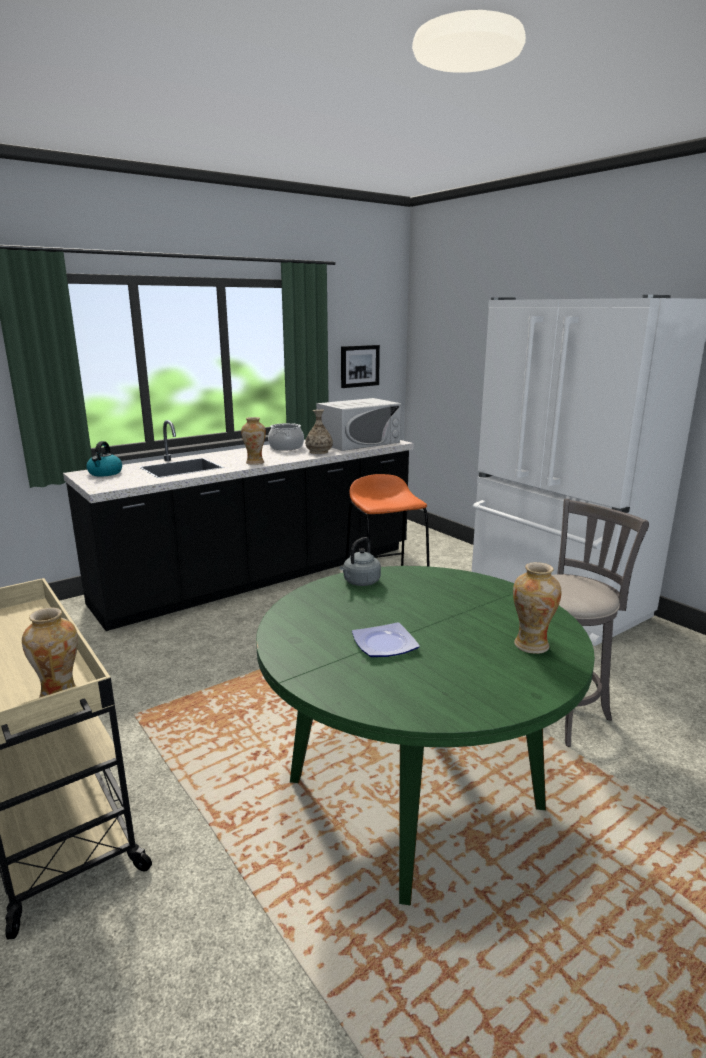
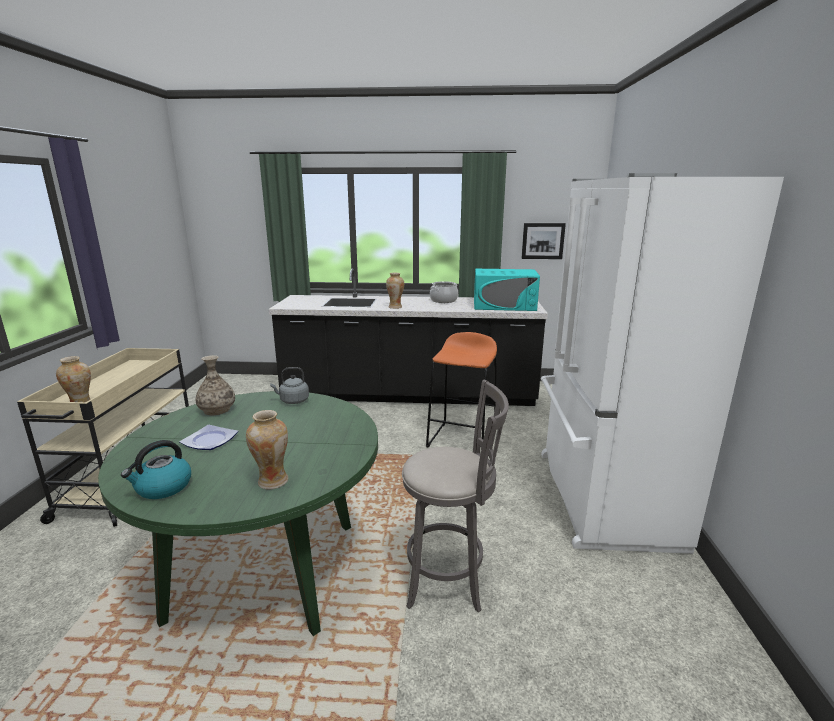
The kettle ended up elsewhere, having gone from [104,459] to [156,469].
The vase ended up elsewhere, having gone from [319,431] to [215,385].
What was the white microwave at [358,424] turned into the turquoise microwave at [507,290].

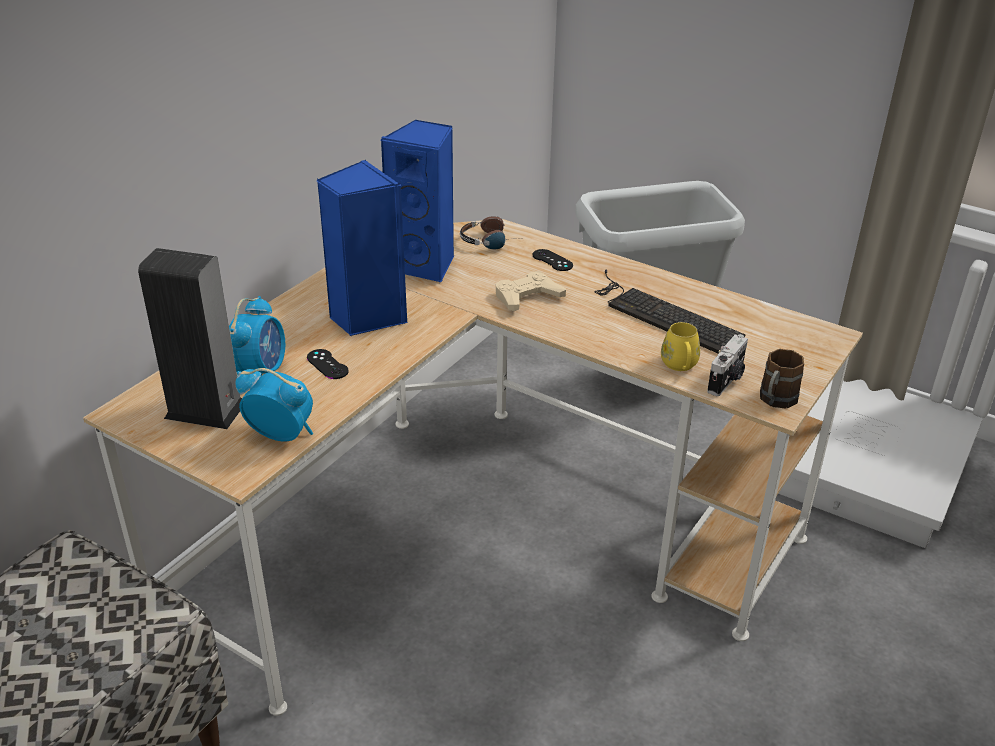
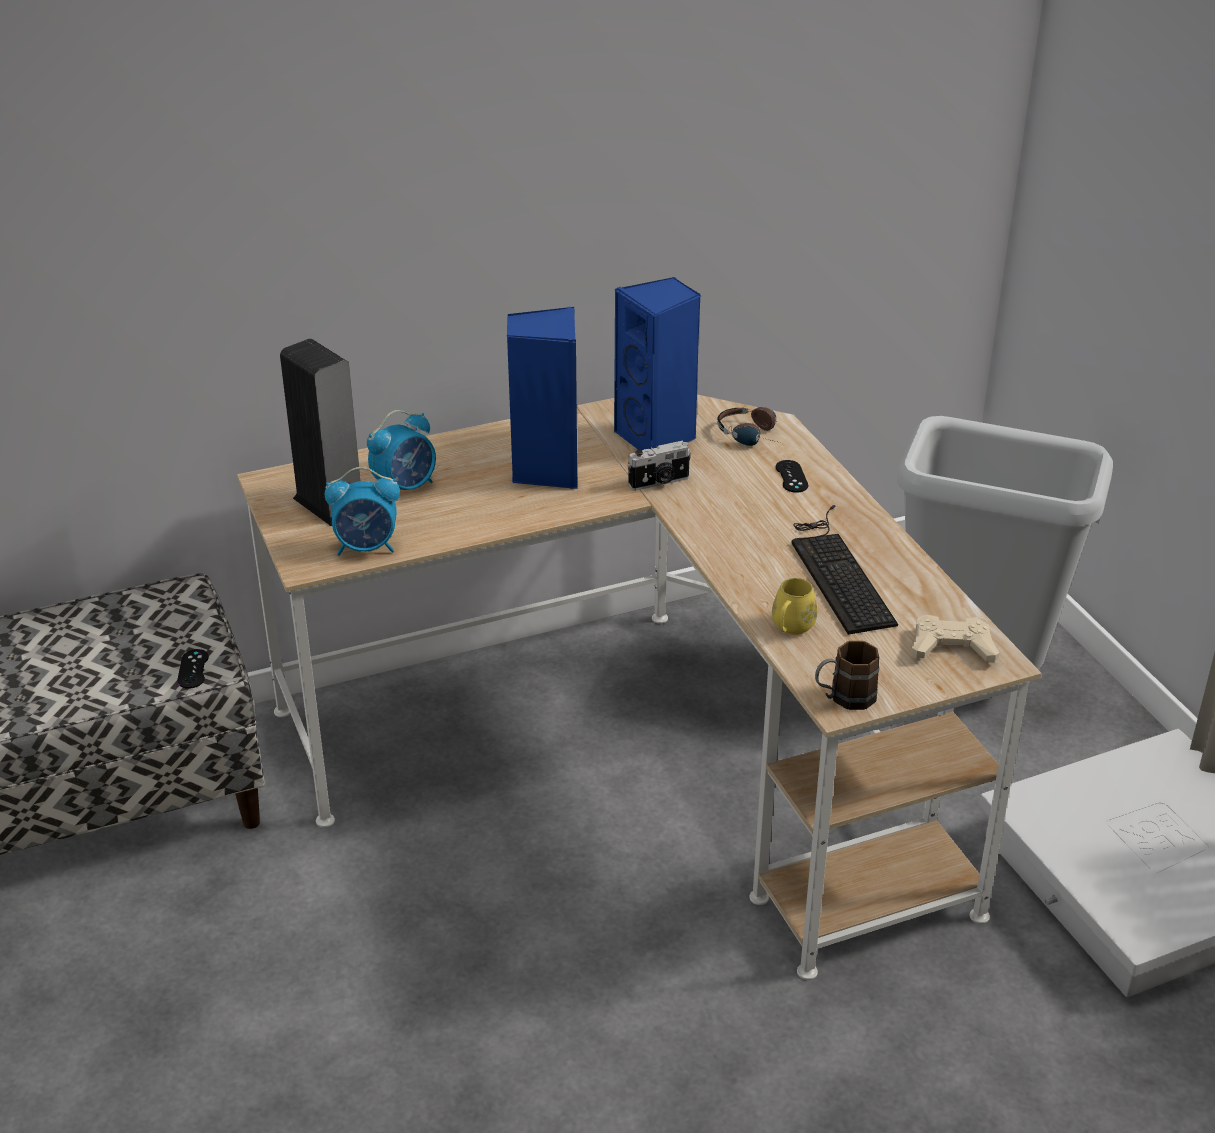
The black game controller ended up elsewhere, having gone from [328,364] to [193,669].
The beige game controller ended up elsewhere, having gone from [531,291] to [955,639].
The photo camera ended up elsewhere, having gone from [727,365] to [659,466].
The alarm clock at [274,405] ended up facing another way, 120 degrees clockwise from before.

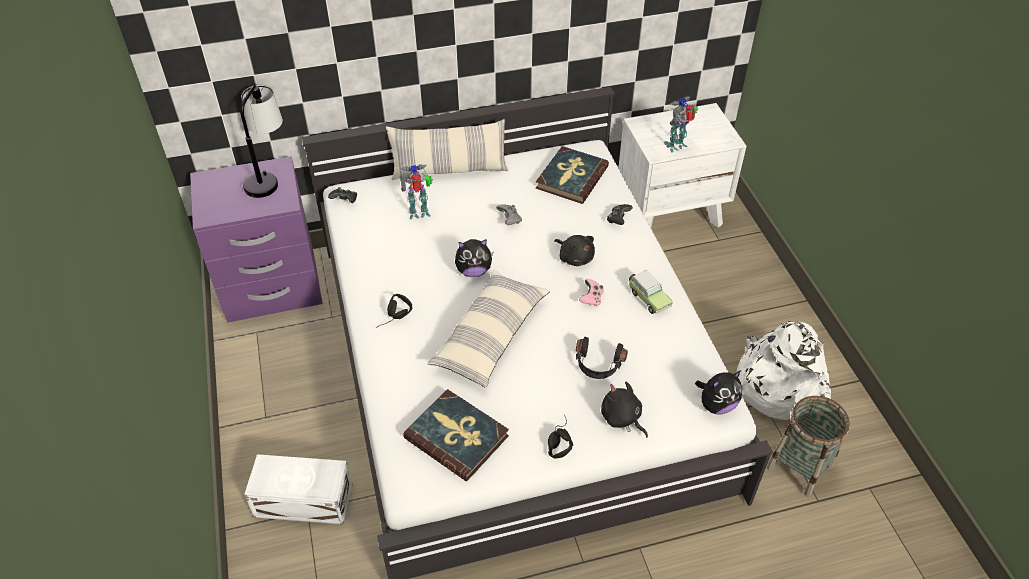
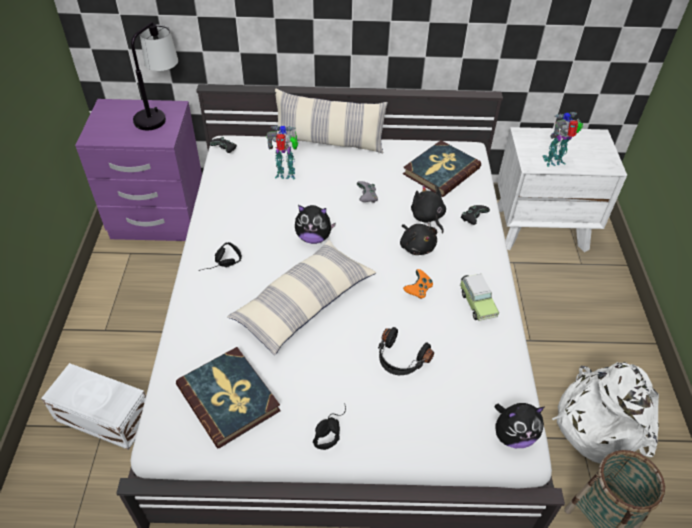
The black plush toy ended up elsewhere, having gone from [624,410] to [428,209].
What was the pink game controller at [591,292] turned into the orange game controller at [418,284].

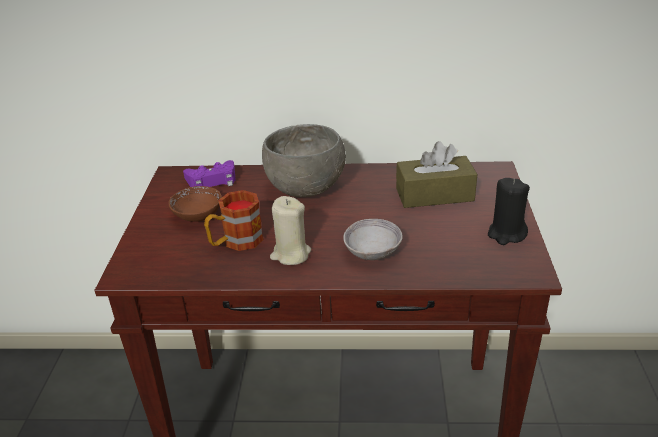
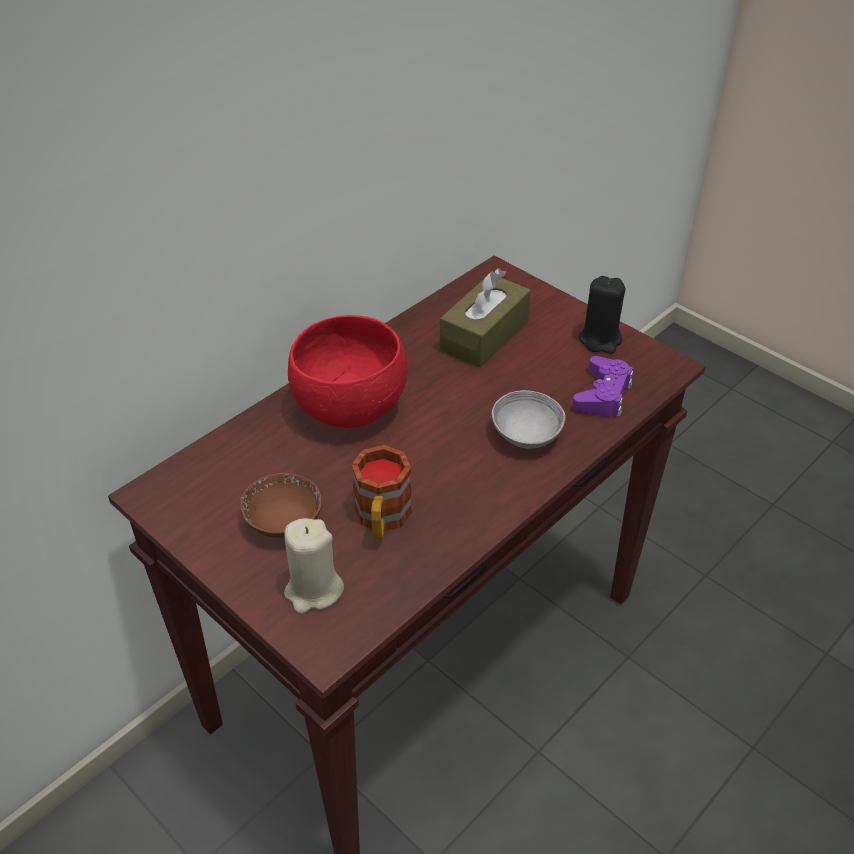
The purple game controller ended up elsewhere, having gone from [209,173] to [602,386].
The beige candle ended up elsewhere, having gone from [290,230] to [314,566].
What was the grey bowl at [304,160] turned into the red bowl at [348,371].

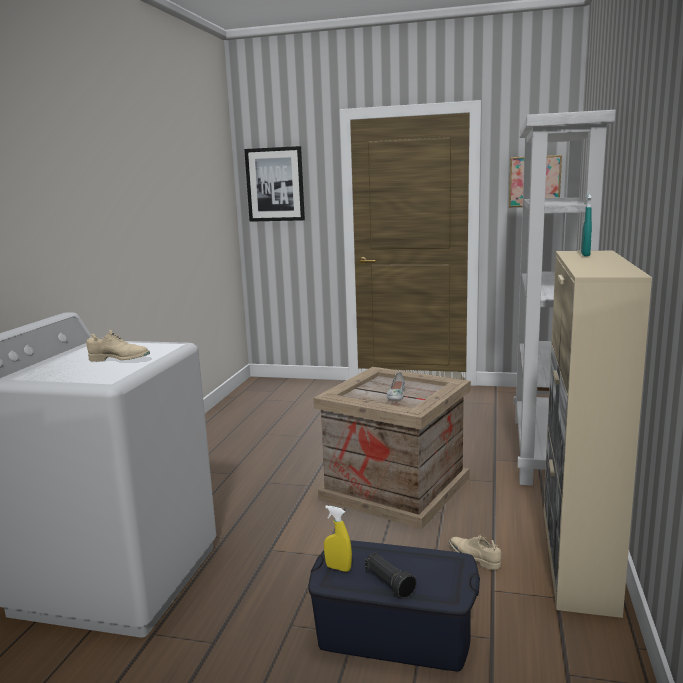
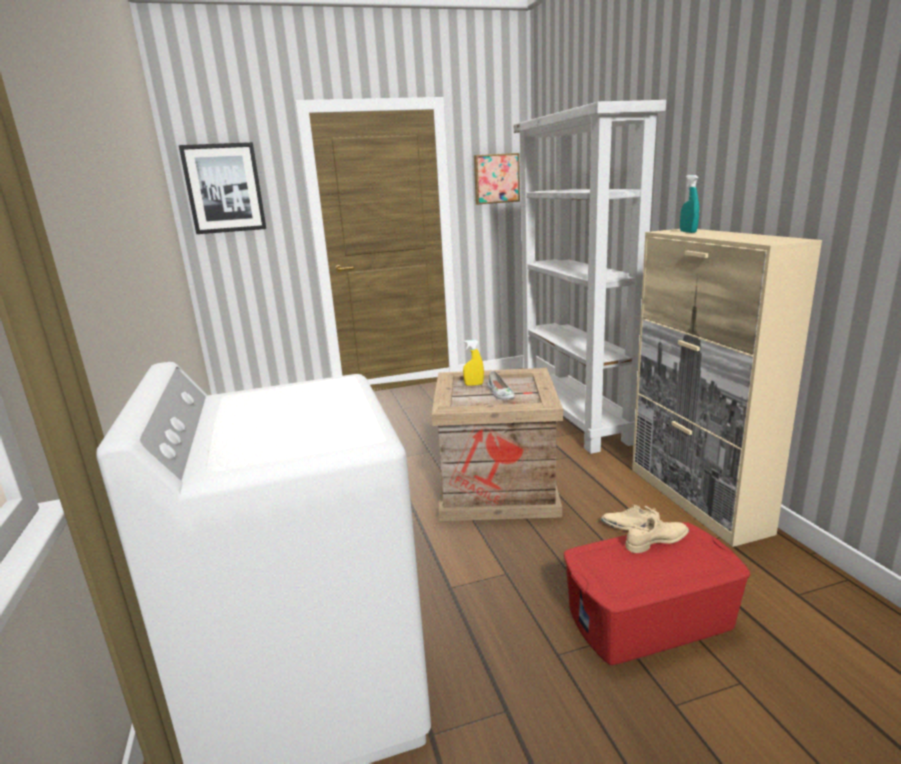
The second view lost the black flashlight at [391,575].
The beige shoe ended up elsewhere, having gone from [118,345] to [657,534].
The yellow spray bottle ended up elsewhere, having gone from [338,538] to [473,363].
What was the blue storage box at [394,605] turned into the red storage box at [657,593].

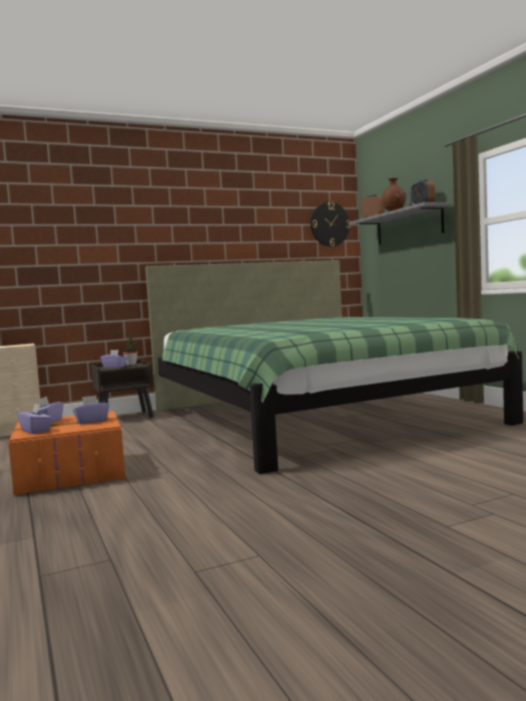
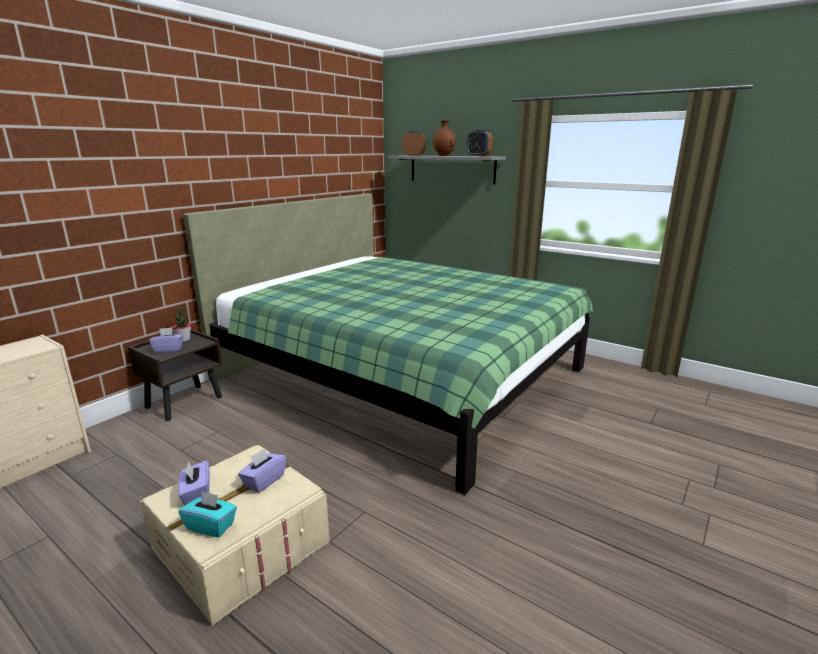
The second view lost the wall clock at [330,224].
What was the orange storage box at [66,452] turned into the beige storage box at [235,533].
What was the purple tissue box at [34,419] turned into the turquoise tissue box at [207,514].

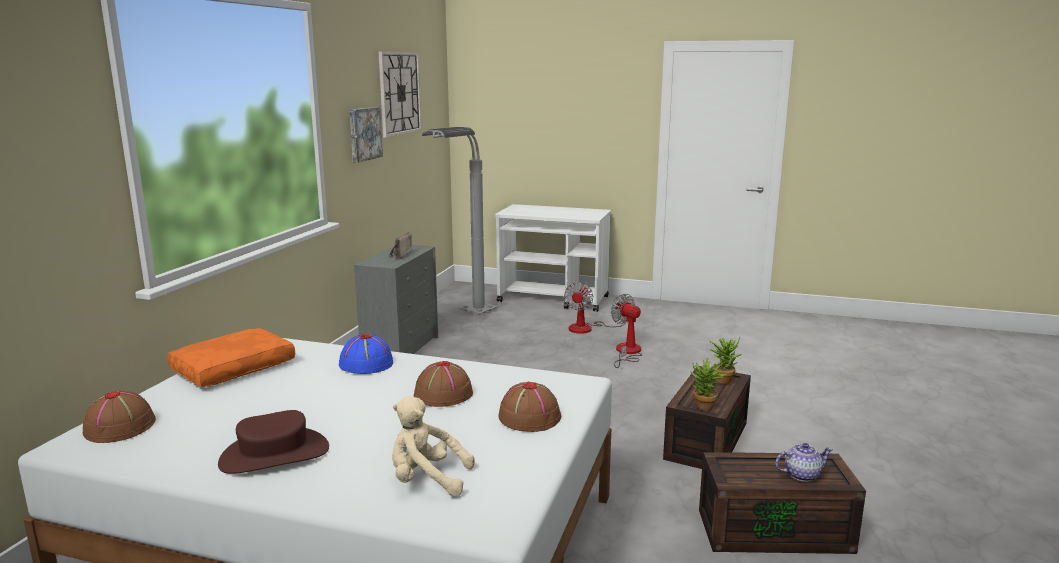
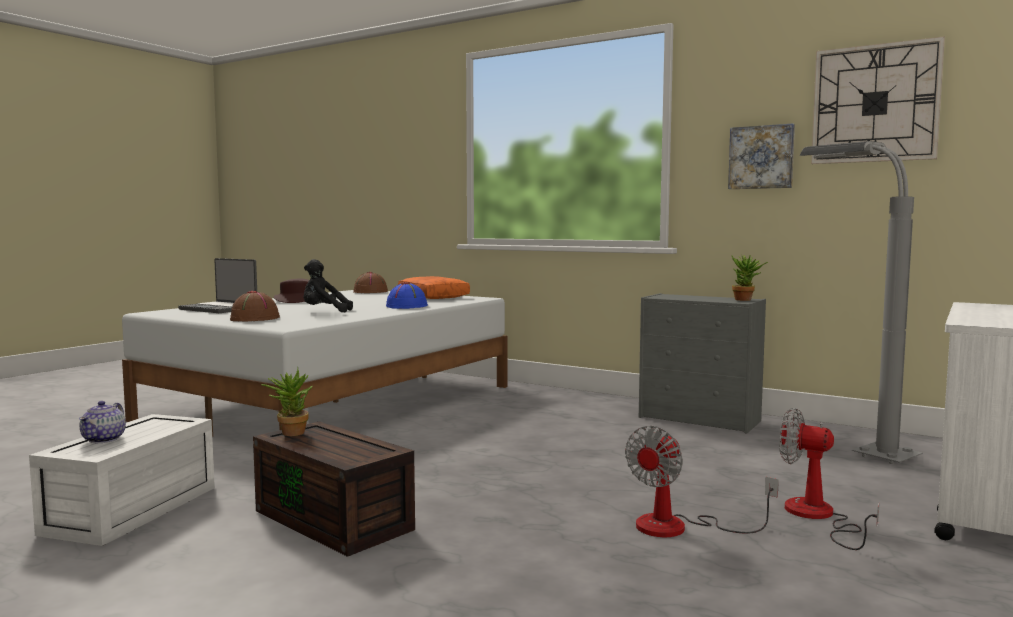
The second view lost the radio at [400,246].
The potted plant ended up elsewhere, having gone from [725,360] to [749,278].
Where the beige plush toy stood at [433,446], the laptop came to stand at [217,285].
Where the brown hat stood at [443,384], the black plush toy came to stand at [328,285].
What was the brown storage box at [782,503] turned into the white storage box at [122,480].
The fan at [626,330] ended up facing another way, 150 degrees clockwise from before.

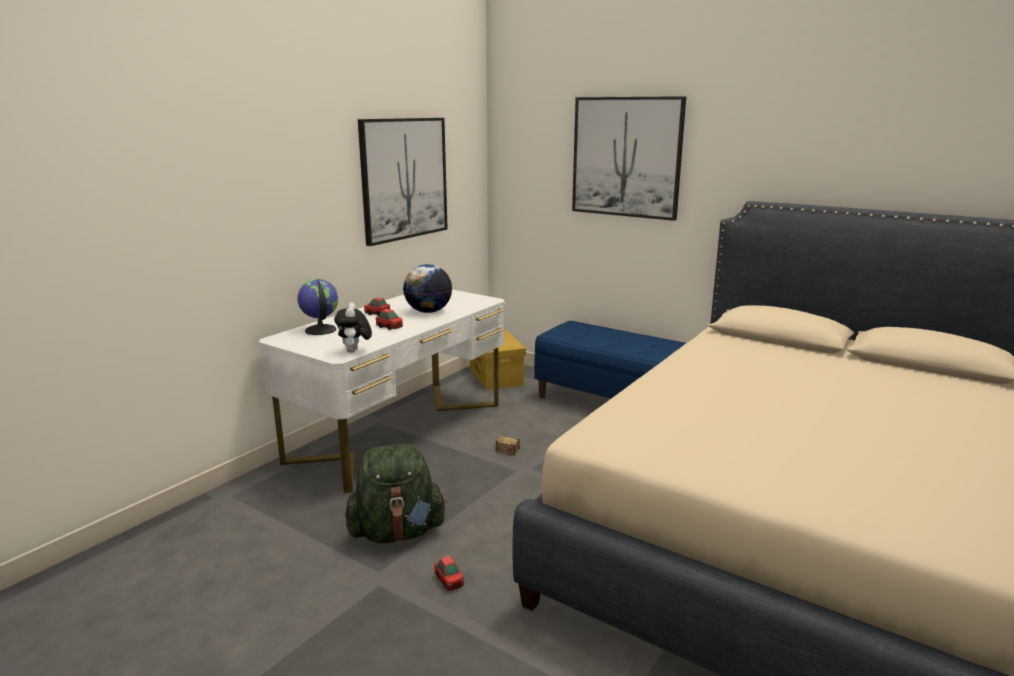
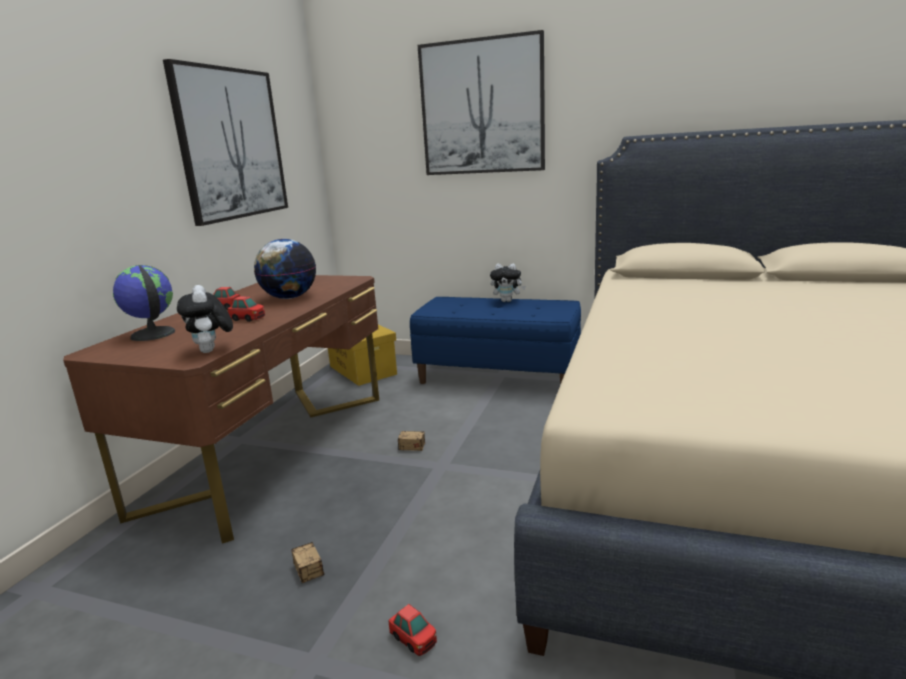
The second view gained the plush toy at [508,283].
Where the green backpack stood at [396,493], the storage box came to stand at [308,562].
What was the white desk at [382,391] turned into the brown desk at [221,409].

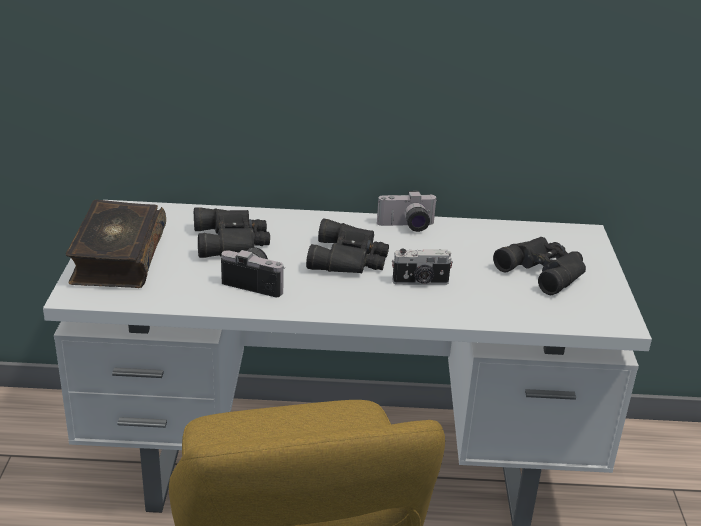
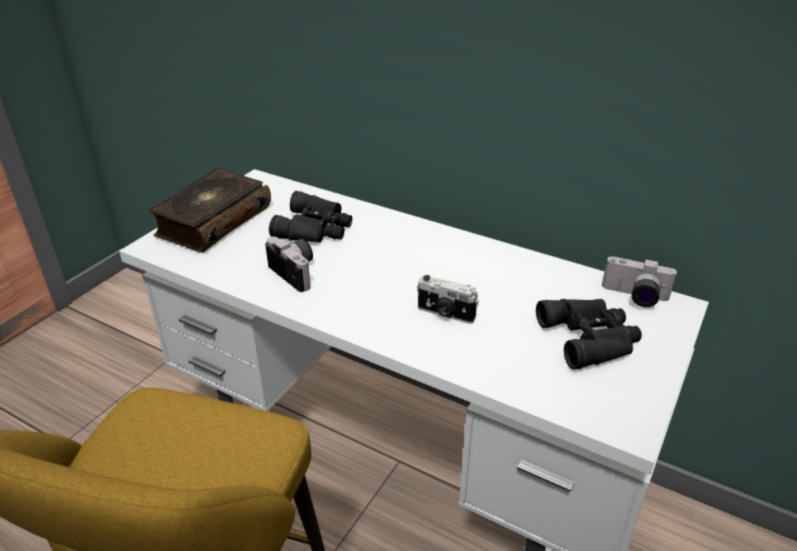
The second view lost the black binoculars at [347,246].
The photo camera ended up elsewhere, having gone from [407,211] to [640,281].

